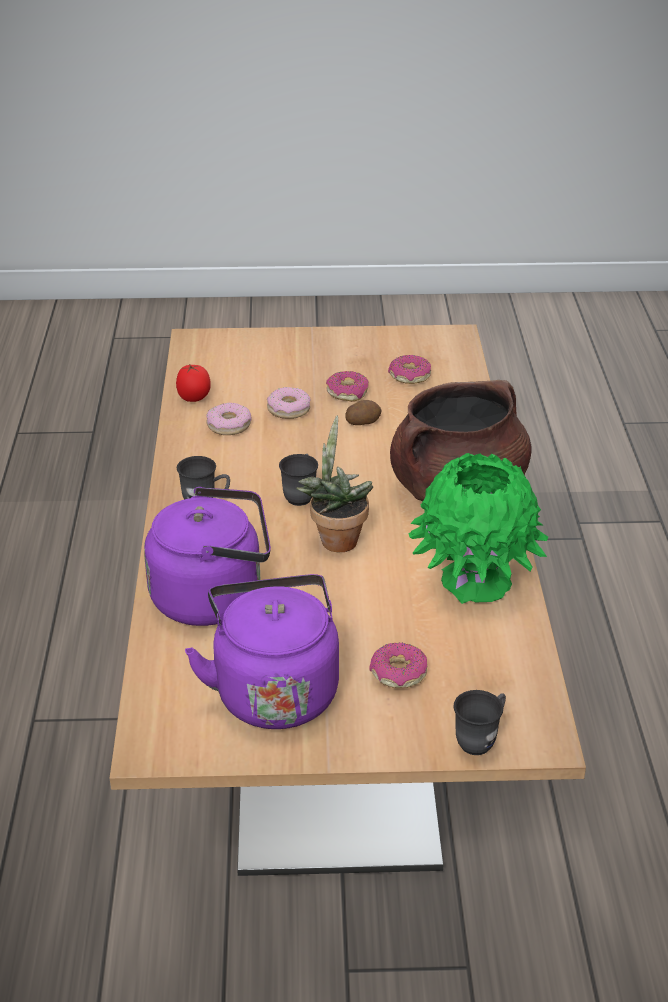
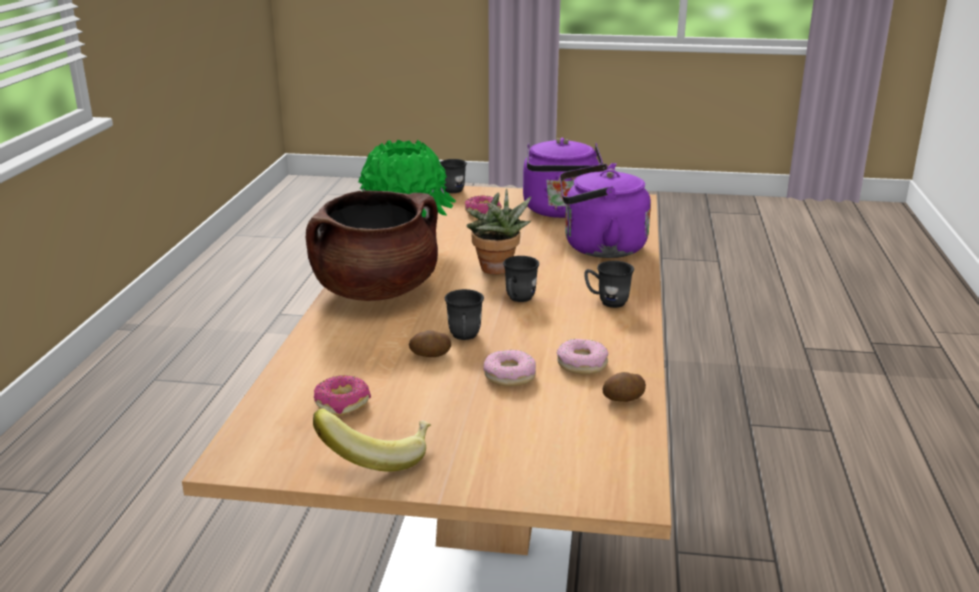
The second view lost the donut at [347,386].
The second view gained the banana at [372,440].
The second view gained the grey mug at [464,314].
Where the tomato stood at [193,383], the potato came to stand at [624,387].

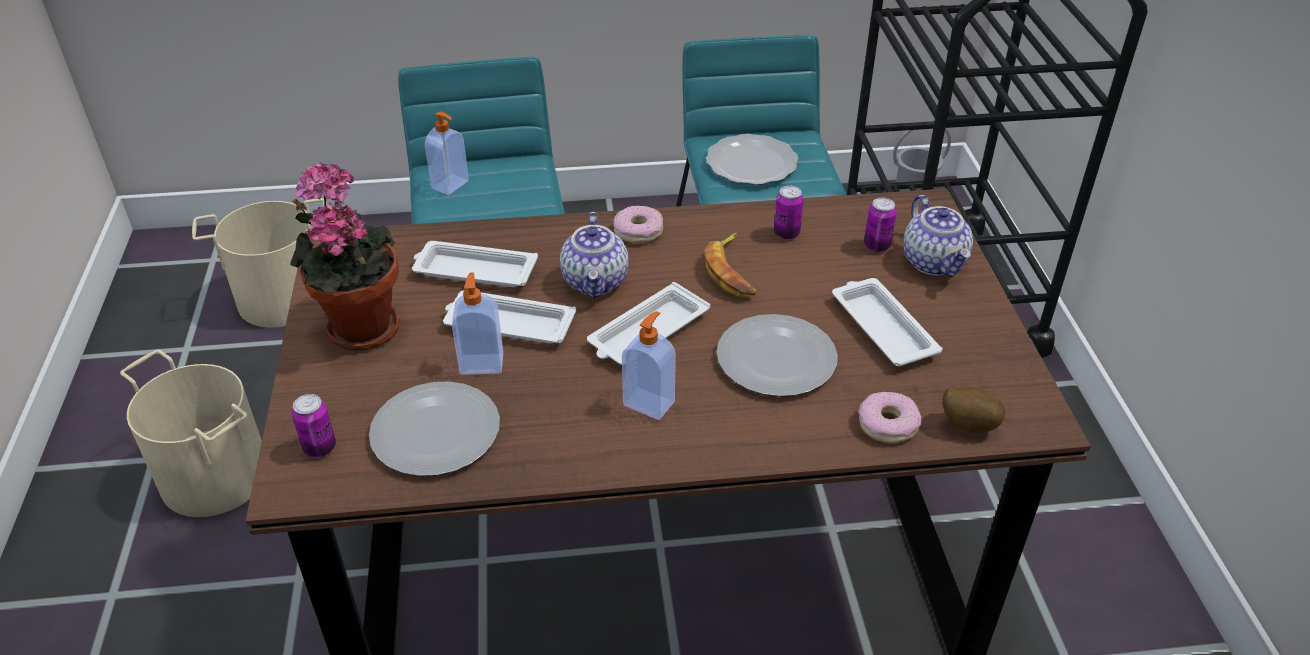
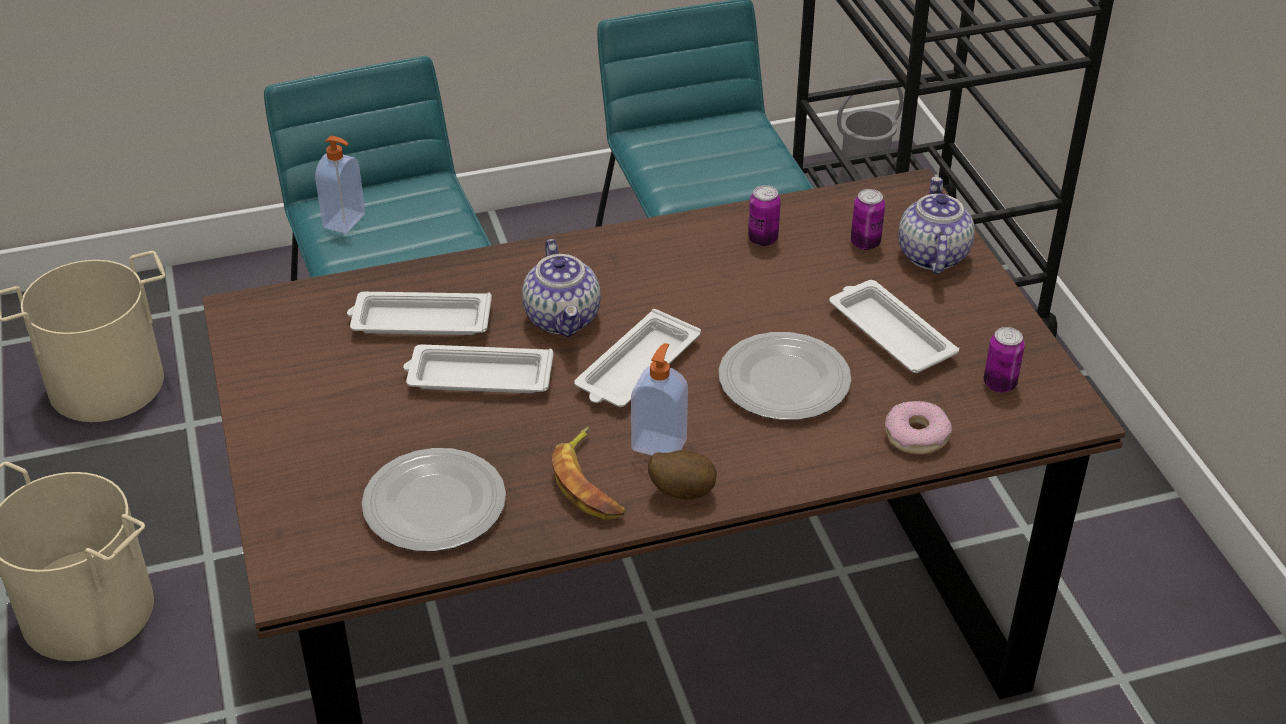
The second view lost the potted plant at [344,256].
The second view lost the soap dispenser at [477,323].
The second view lost the donut at [638,224].
The second view lost the plate at [752,159].
The can ended up elsewhere, having gone from [314,425] to [1004,360].
The banana ended up elsewhere, having gone from [730,265] to [588,473].
The potato ended up elsewhere, having gone from [974,410] to [682,475].
The teapot at [938,236] ended up facing another way, 150 degrees counterclockwise from before.

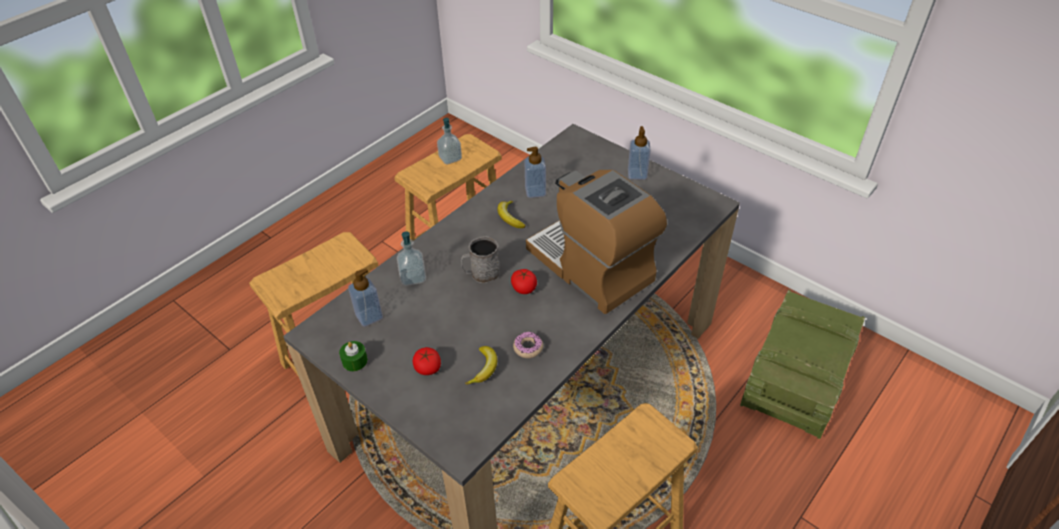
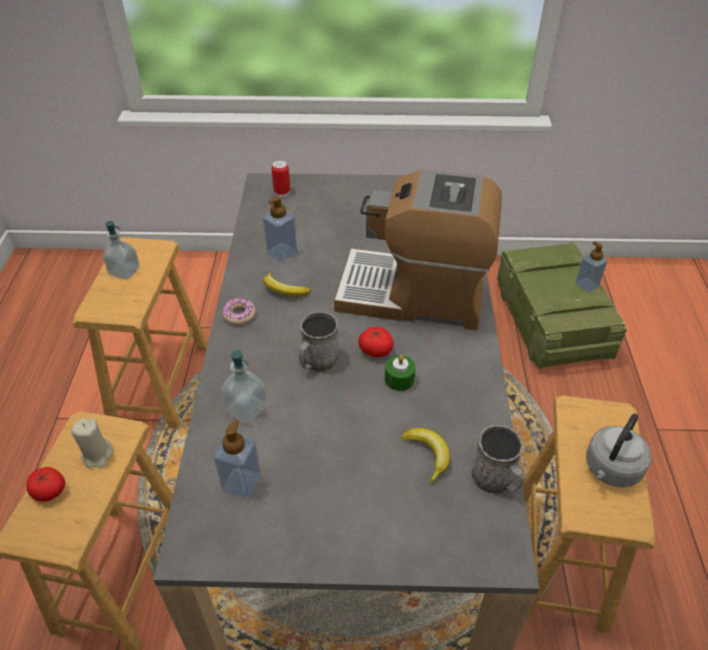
The second view gained the beige candle at [92,443].
The second view gained the can at [280,178].
The second view gained the grey mug at [498,459].
The second view gained the grey kettle at [618,450].
The green candle ended up elsewhere, having gone from [353,356] to [400,373].
The tomato ended up elsewhere, having gone from [426,361] to [45,484].
The donut ended up elsewhere, having gone from [528,345] to [239,311].
The soap dispenser ended up elsewhere, having gone from [639,153] to [591,267].

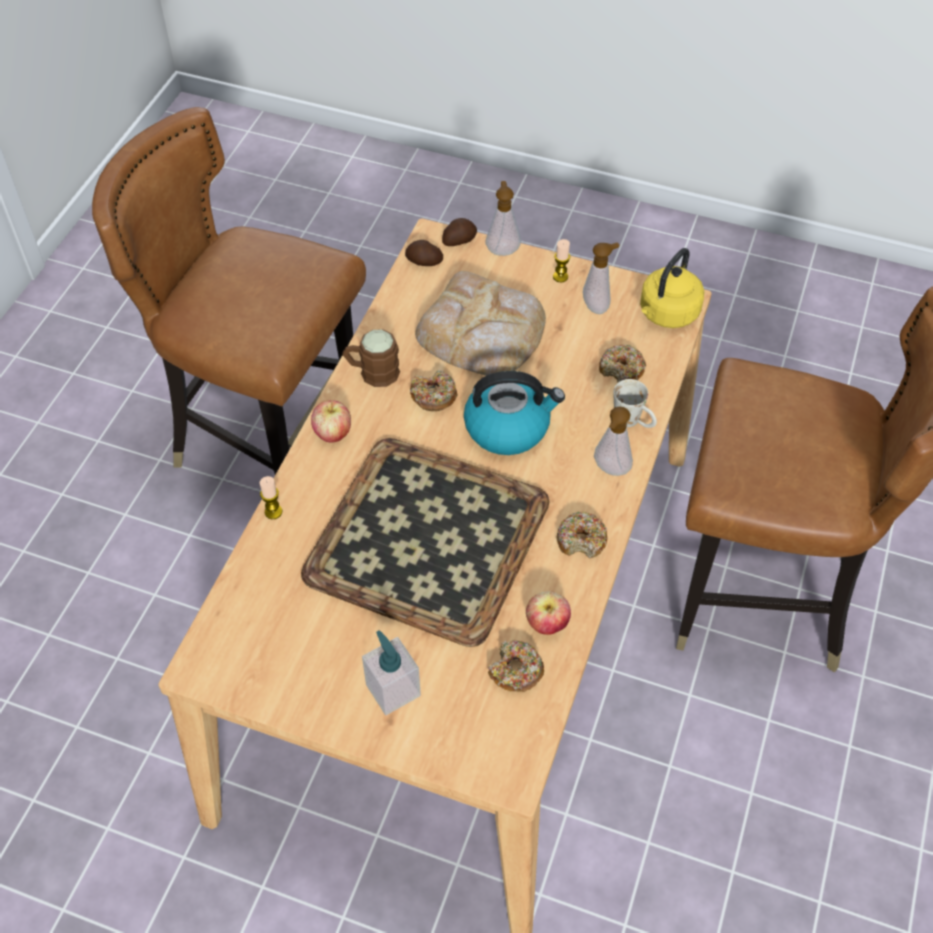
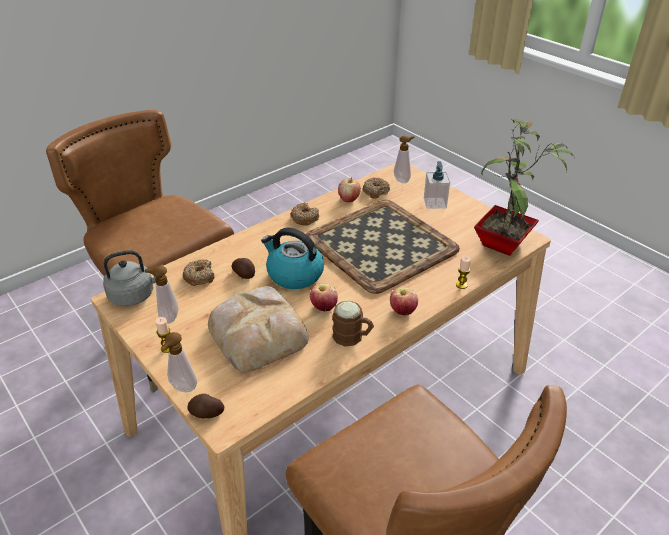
The second view lost the white mug at [635,403].
The second view gained the potted plant at [524,187].
The potato ended up elsewhere, having gone from [424,253] to [243,268].
The soap dispenser ended up elsewhere, having gone from [613,441] to [404,159].
Where the donut stood at [434,390], the apple came to stand at [324,297].
What was the yellow kettle at [672,288] turned into the grey kettle at [133,278].

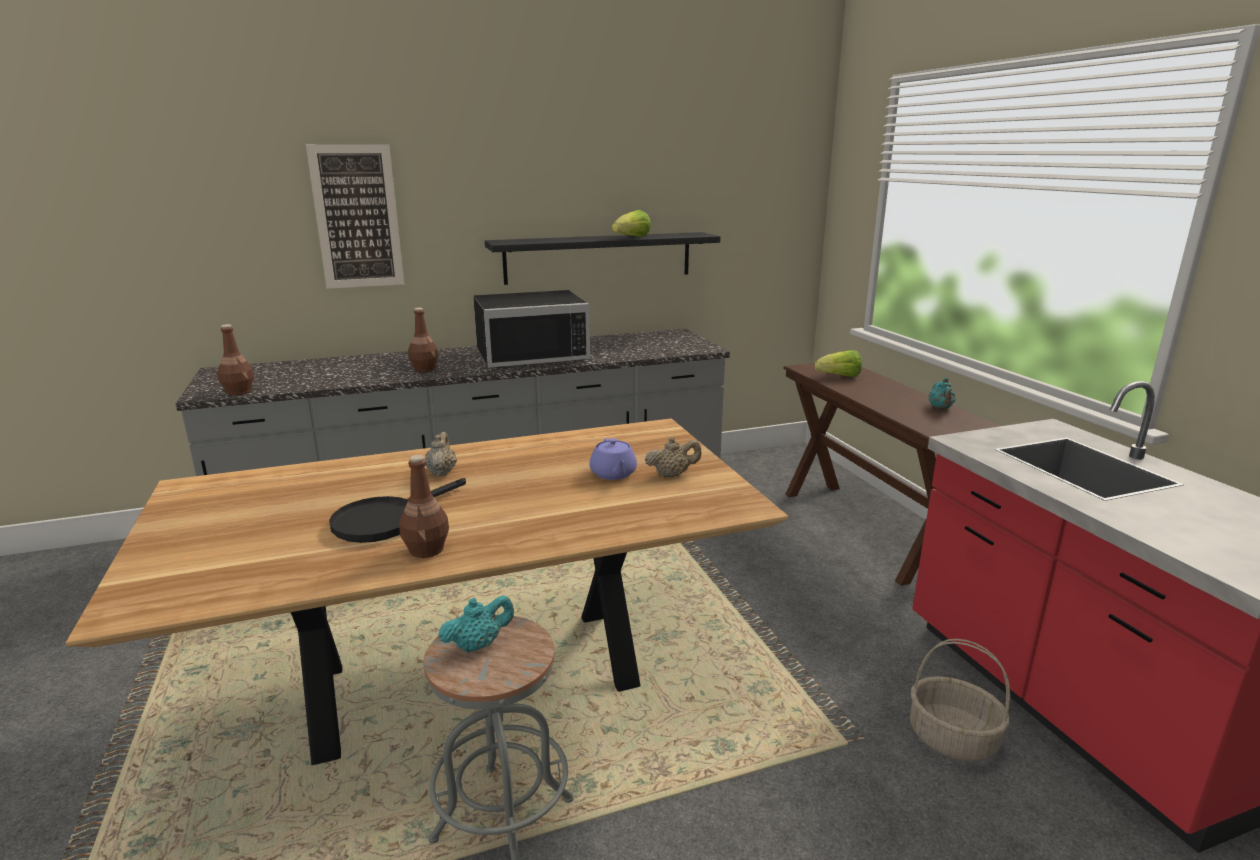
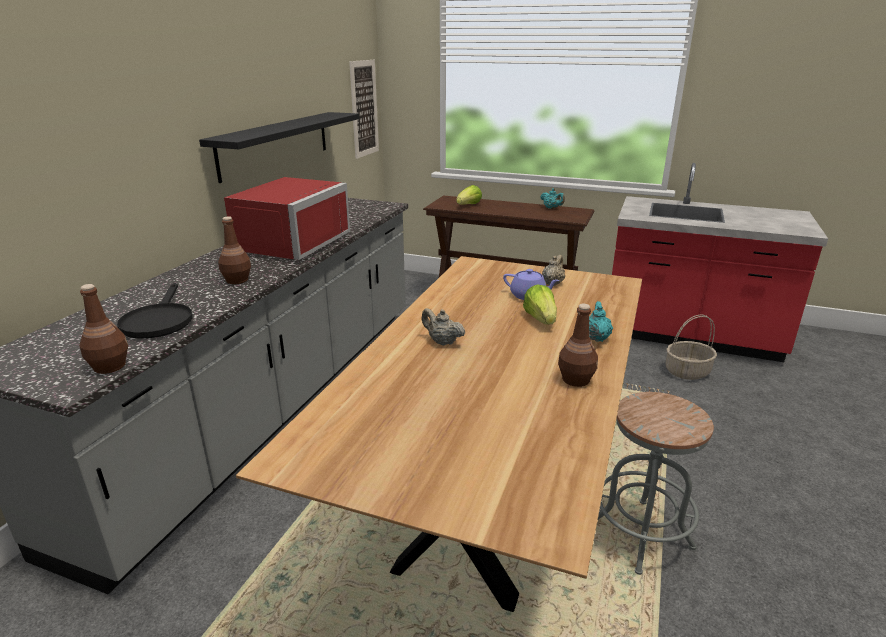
The picture ended up elsewhere, having gone from [355,216] to [364,109].
The black frying pan ended up elsewhere, having gone from [397,510] to [154,311].
The turquoise teapot ended up elsewhere, having gone from [476,624] to [601,321].
The lettuce ended up elsewhere, having gone from [631,223] to [540,305].
What was the black microwave at [531,329] turned into the red microwave at [287,218].

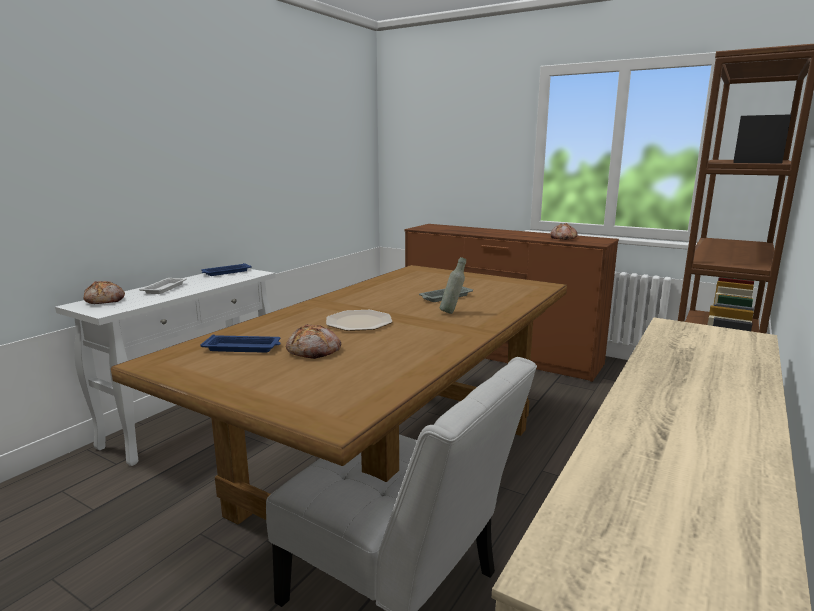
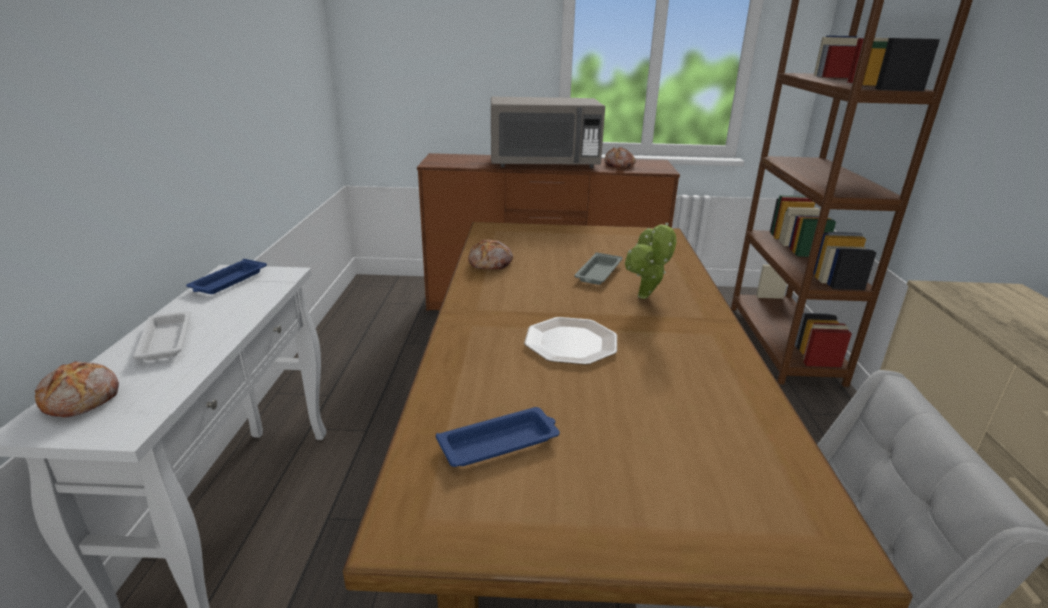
The second view gained the grey microwave at [548,132].
The bread ended up elsewhere, having gone from [313,341] to [490,254].
Where the grey bottle stood at [453,285], the potted plant came to stand at [651,261].

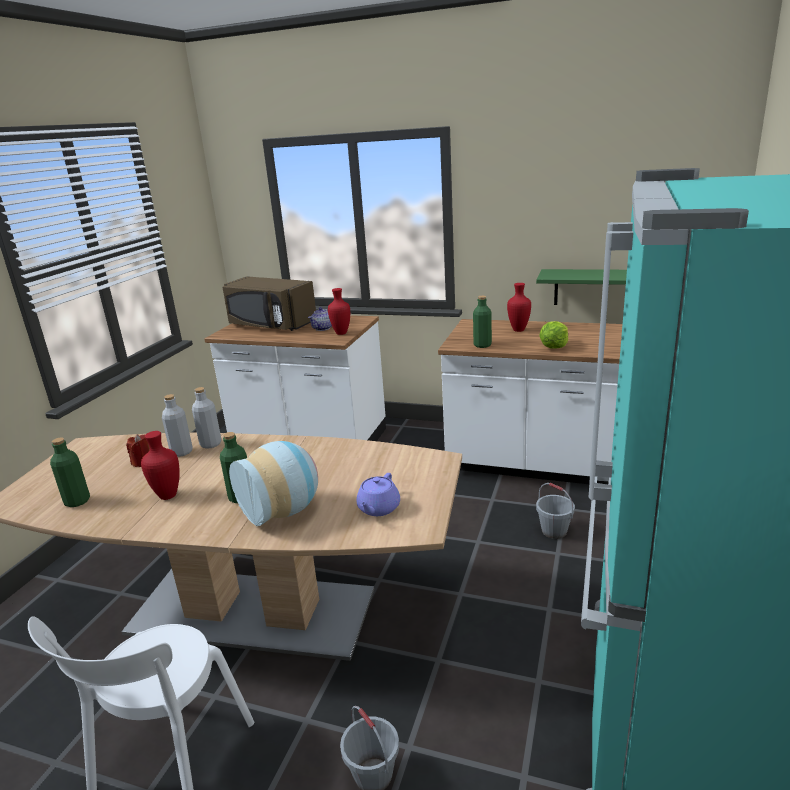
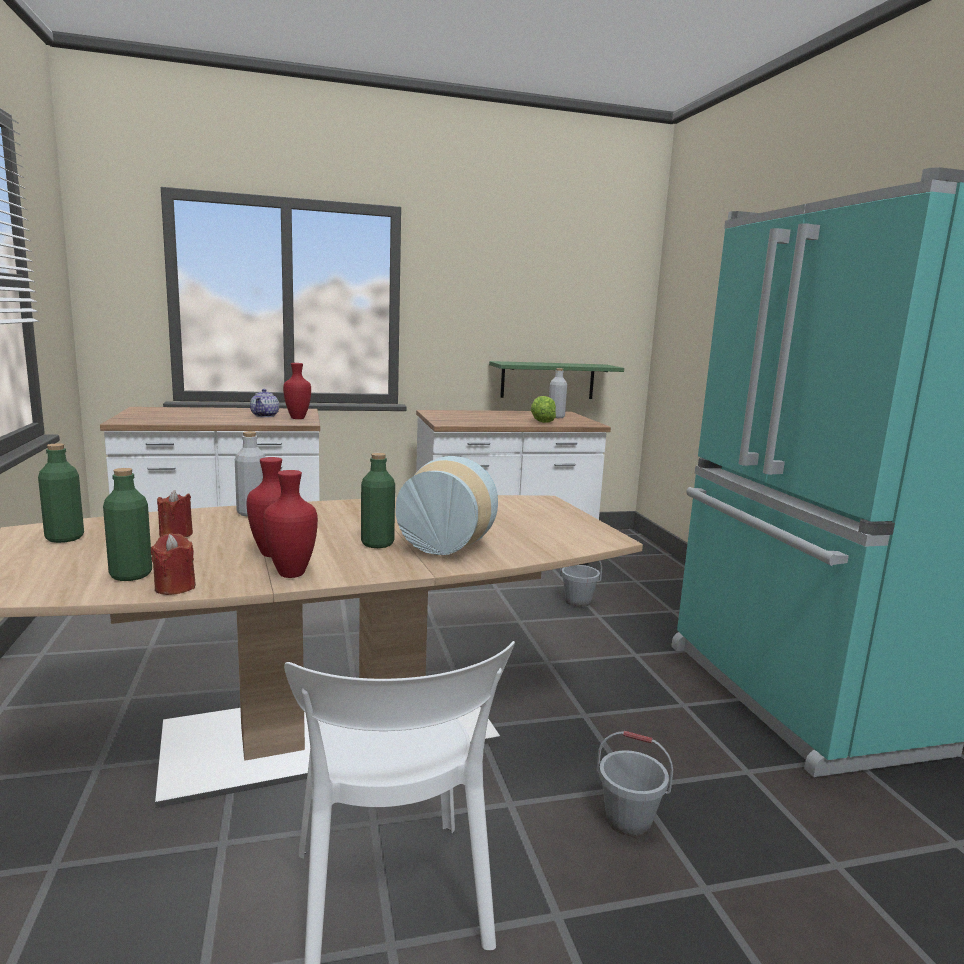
The second view lost the brown microwave at [269,303].
The second view lost the purple teapot at [378,494].
The second view gained the red candle at [173,564].
The grey bottle ended up elsewhere, having gone from [177,425] to [558,393].
The green bottle ended up elsewhere, having gone from [482,322] to [61,493].
The red vase ended up elsewhere, having gone from [519,307] to [290,524].

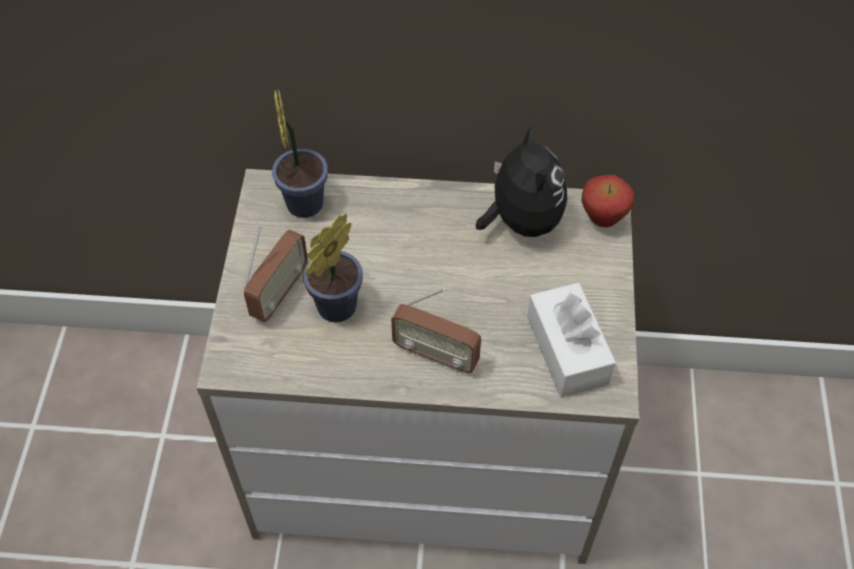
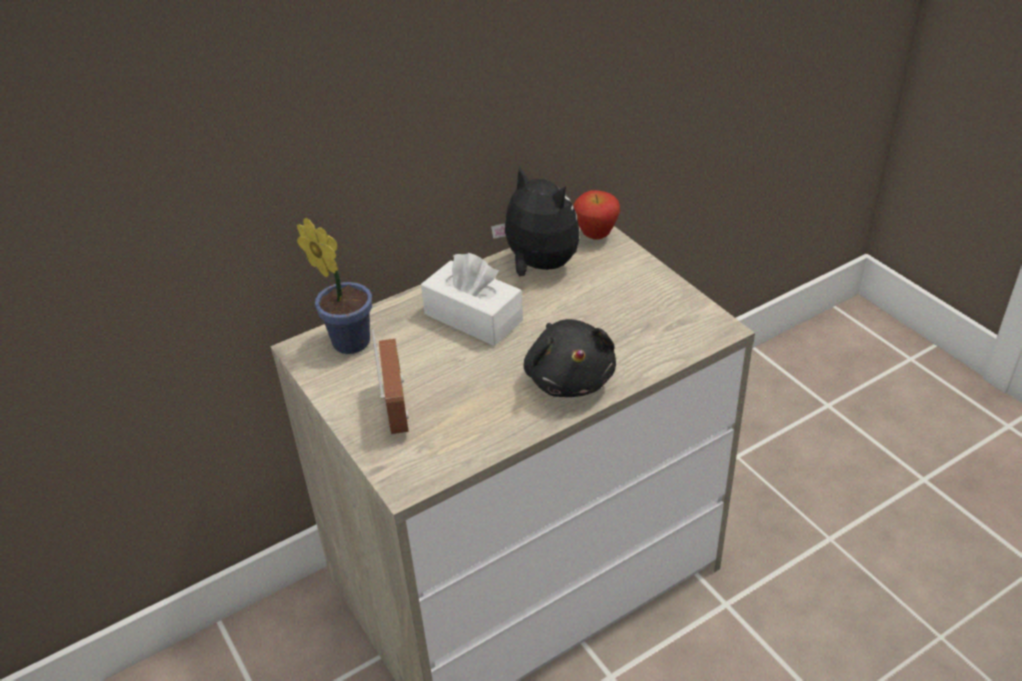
The second view lost the potted plant at [333,268].
The white tissue box ended up elsewhere, having gone from [571,340] to [472,299].
Where the radio stood at [436,331], the black plush toy came to stand at [570,358].

